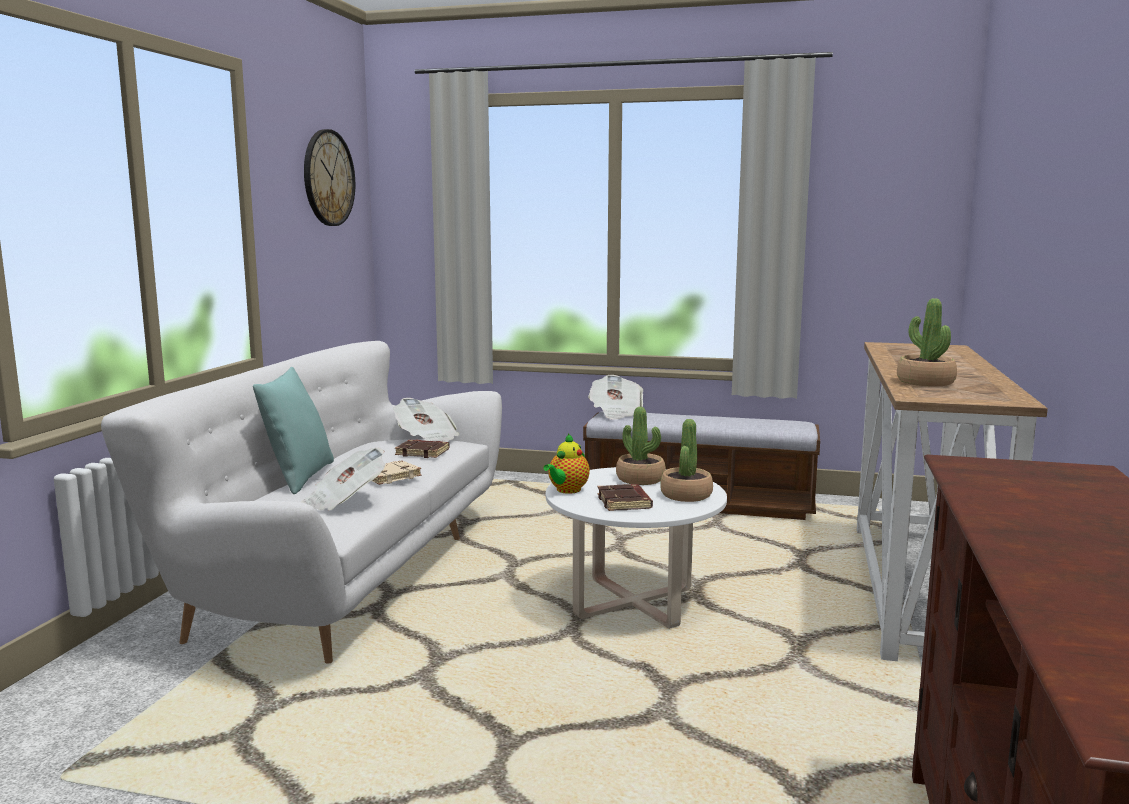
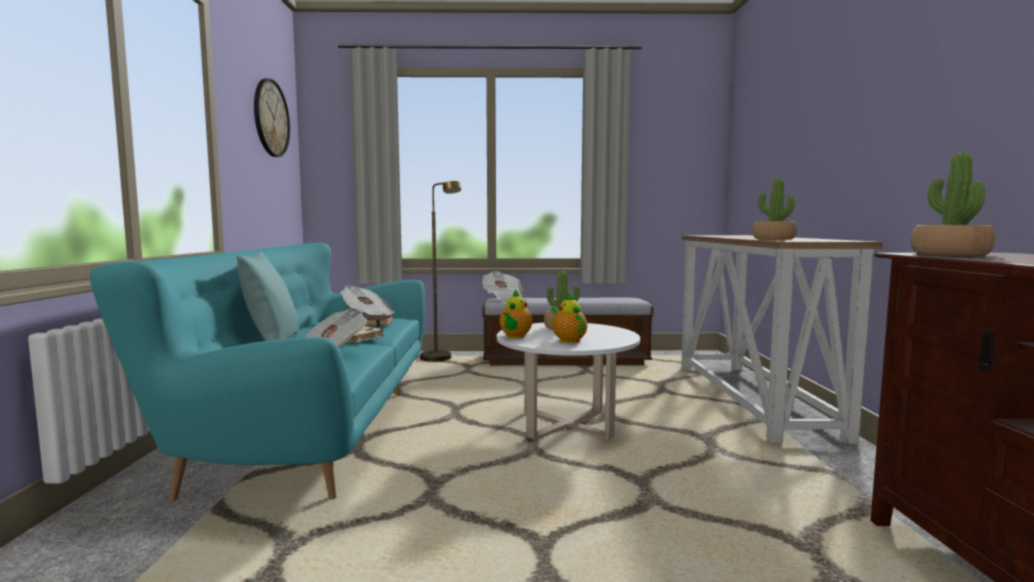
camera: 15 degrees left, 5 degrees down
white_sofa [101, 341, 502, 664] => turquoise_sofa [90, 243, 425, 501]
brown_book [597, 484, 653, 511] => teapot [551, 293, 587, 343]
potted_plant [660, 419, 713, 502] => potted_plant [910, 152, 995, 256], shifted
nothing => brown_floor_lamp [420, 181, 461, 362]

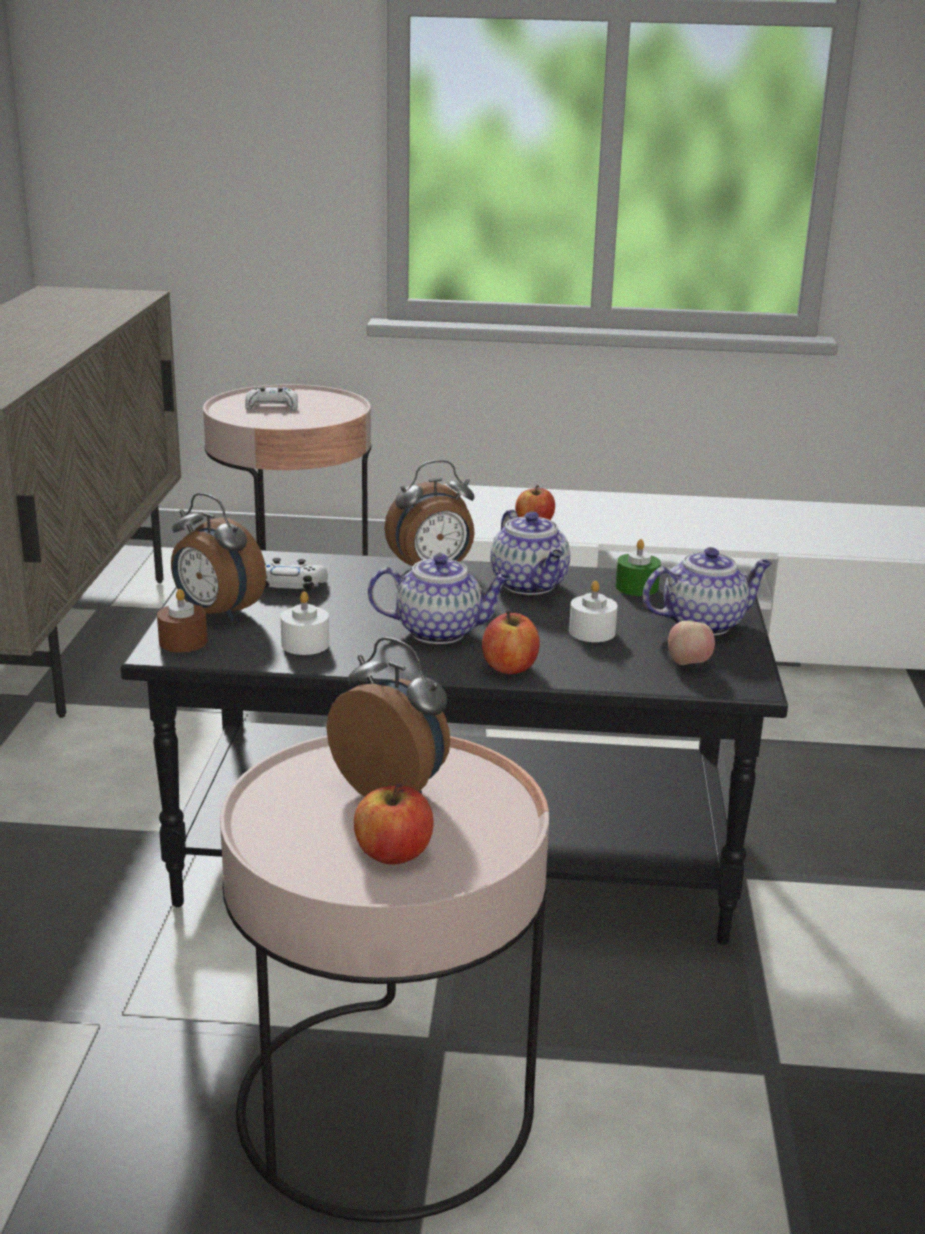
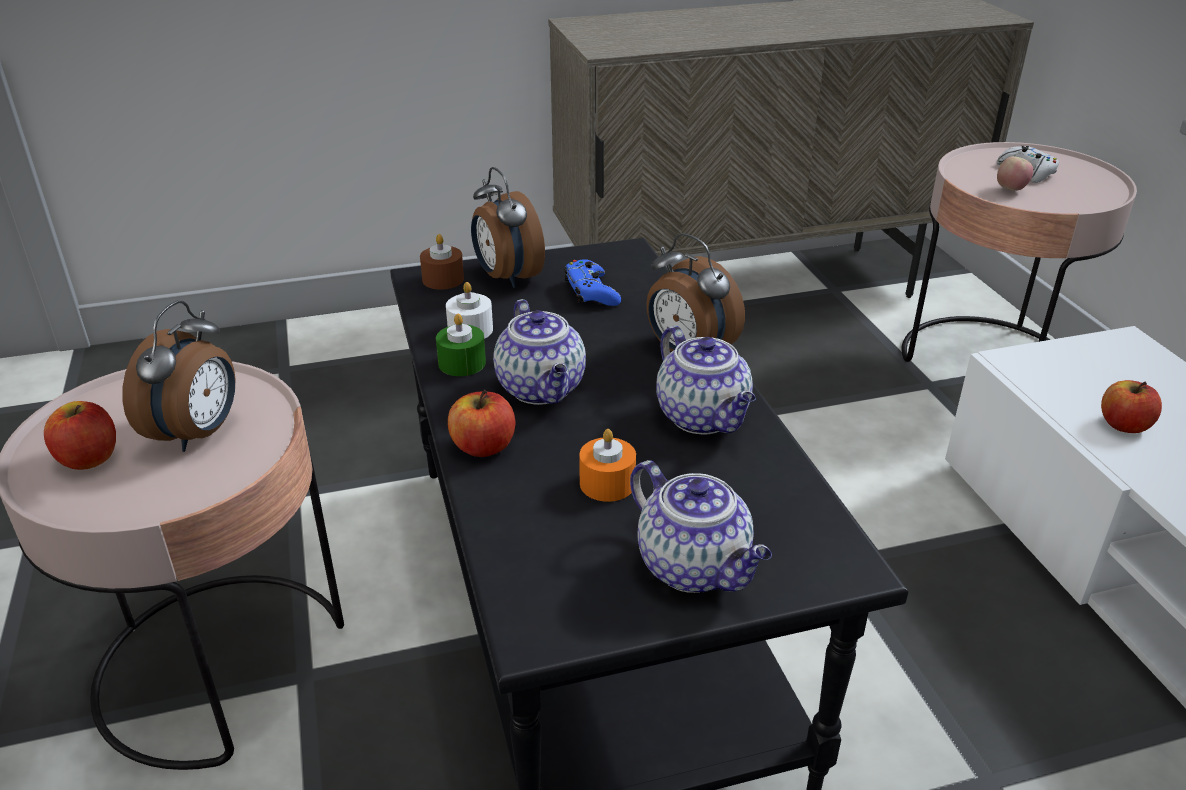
camera: 70 degrees right, 10 degrees up
alarm_clock [171, 493, 266, 621] => alarm_clock [471, 167, 545, 288], 45 degrees counterclockwise
white_game_controller [265, 558, 328, 591] => blue_game_controller [564, 259, 621, 306]
teapot [490, 509, 570, 595] => teapot [656, 325, 756, 434], 75 degrees counterclockwise
white_candle [569, 581, 618, 642] => orange_candle [579, 429, 636, 502]
green_candle [616, 539, 661, 596] => green_candle [436, 314, 486, 376], shifted
apple [668, 621, 715, 665] => apple [997, 156, 1033, 191], shifted

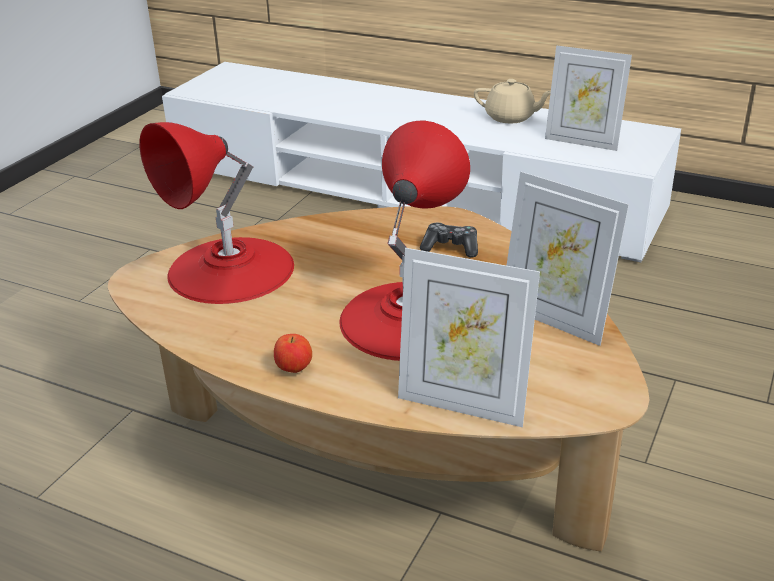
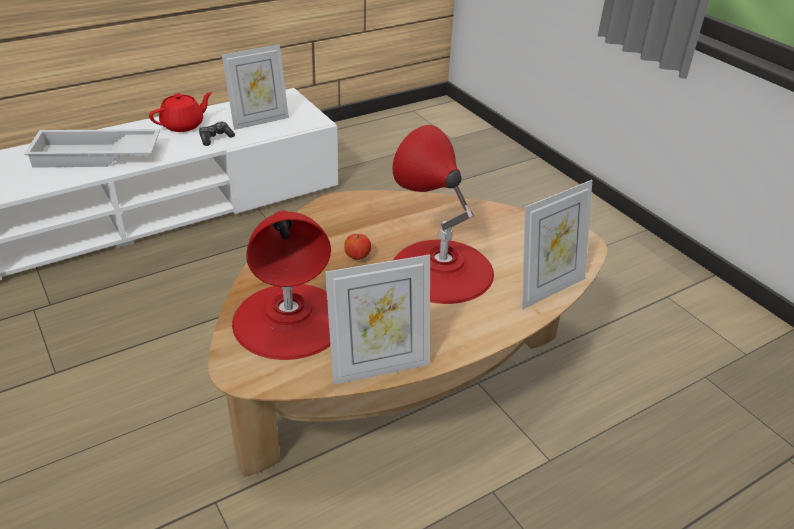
camera: 60 degrees left, 5 degrees up
apple [274, 334, 312, 373] => apple [344, 234, 371, 260], shifted
game_controller [420, 223, 478, 258] => game_controller [199, 122, 235, 146], shifted
beige_teapot [474, 79, 551, 123] => red_teapot [149, 92, 212, 132]
picture_frame [506, 172, 629, 346] => picture_frame [325, 254, 430, 385], shifted
nothing => white_tray [24, 129, 160, 168]

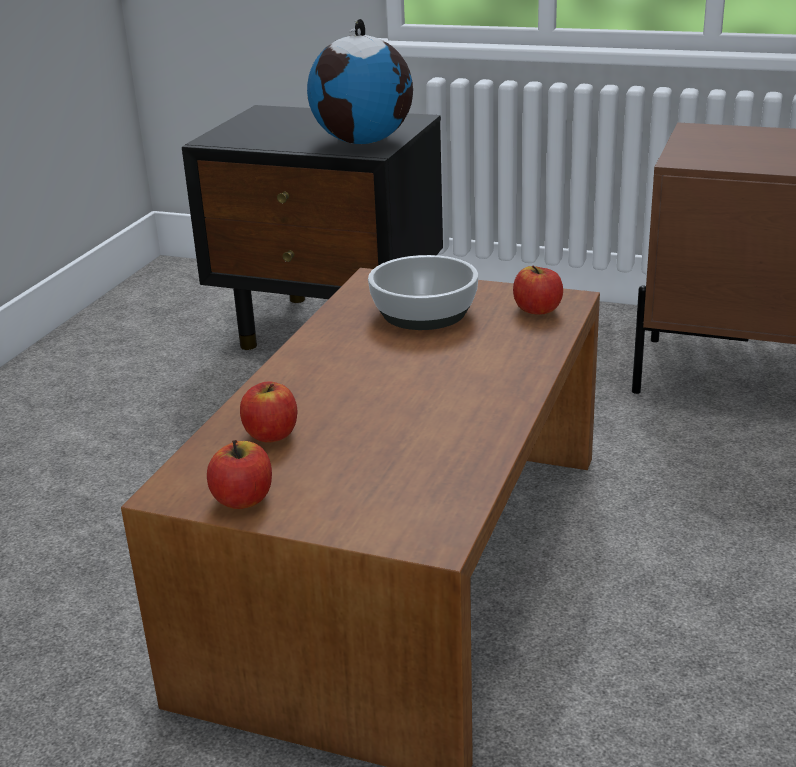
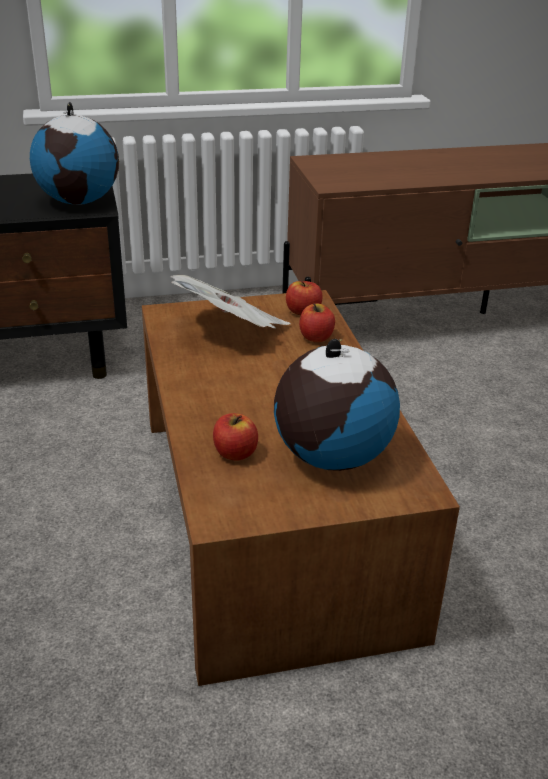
camera: 35 degrees left, 5 degrees up
apple [207, 440, 272, 509] => apple [299, 303, 335, 342], shifted
bowl [368, 255, 479, 330] => newspaper [171, 275, 291, 328]
nothing => globe [274, 339, 400, 471]

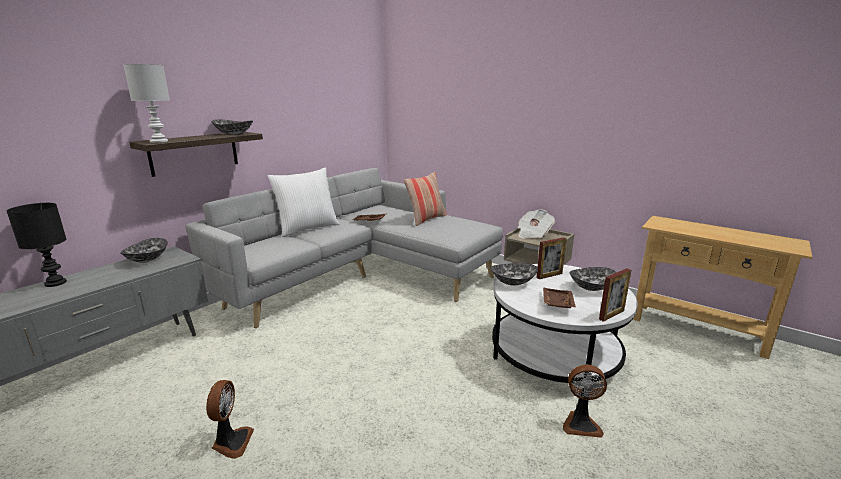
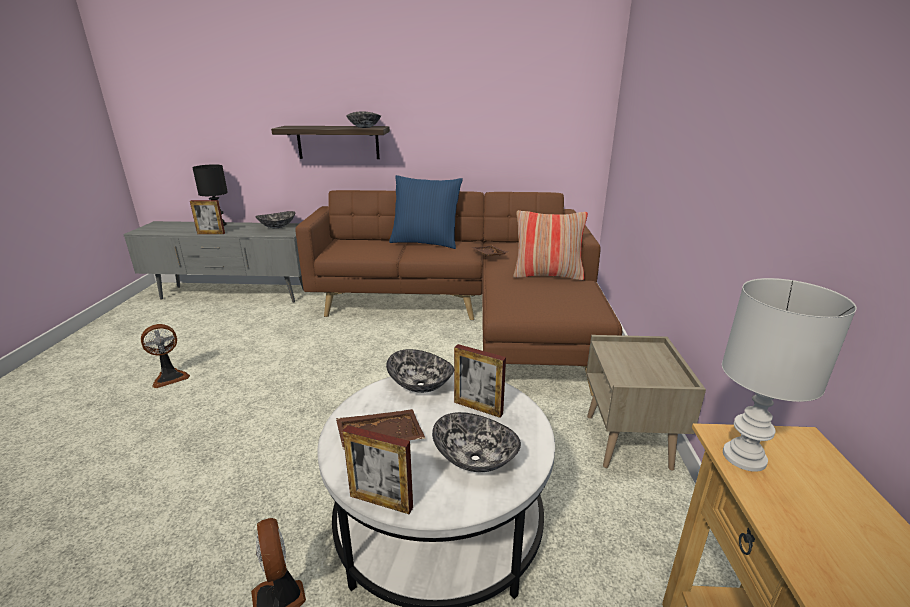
camera: 55 degrees right, 5 degrees up
white_table_lamp [123, 64, 170, 143] => white_table_lamp [722, 278, 857, 472], shifted
grey_sofa [185, 168, 503, 328] => brown_sofa [295, 190, 622, 396]
white_pillow [268, 168, 340, 237] => blue_pillow [389, 175, 463, 249]
newspaper [517, 209, 555, 239] => nothing
nothing => picture_frame [190, 200, 225, 234]

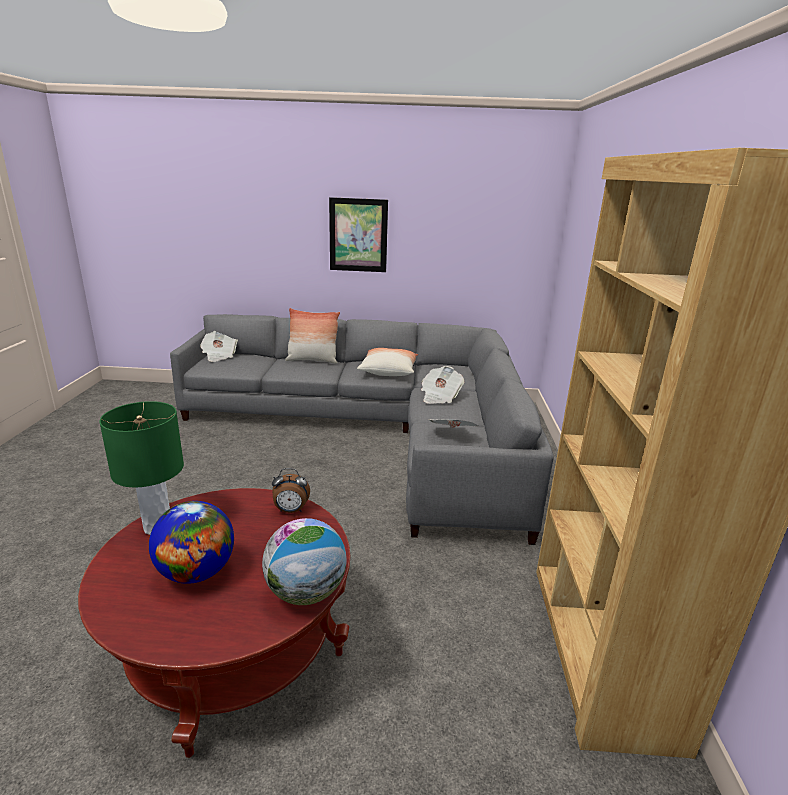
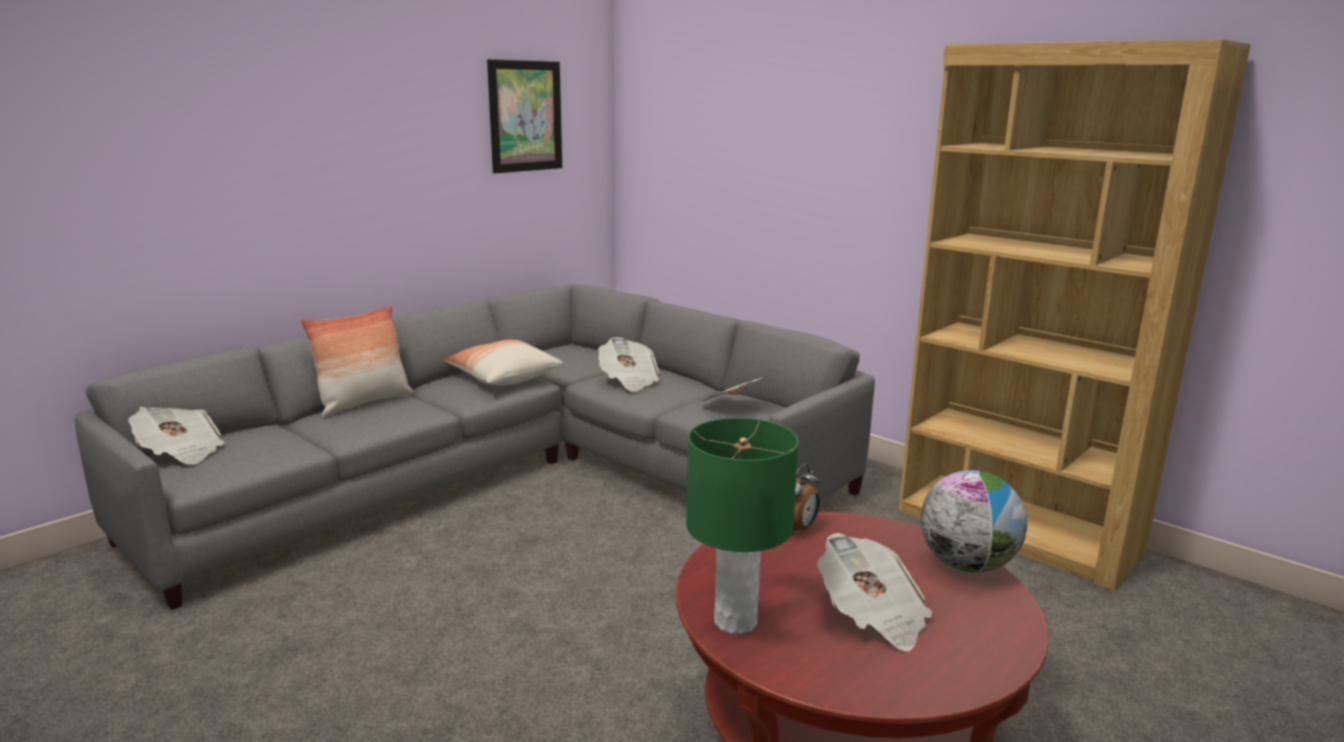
camera: 50 degrees left, 5 degrees down
globe [149, 501, 234, 584] => newspaper [817, 533, 932, 651]
picture [329, 197, 388, 272] => picture [487, 59, 562, 173], shifted

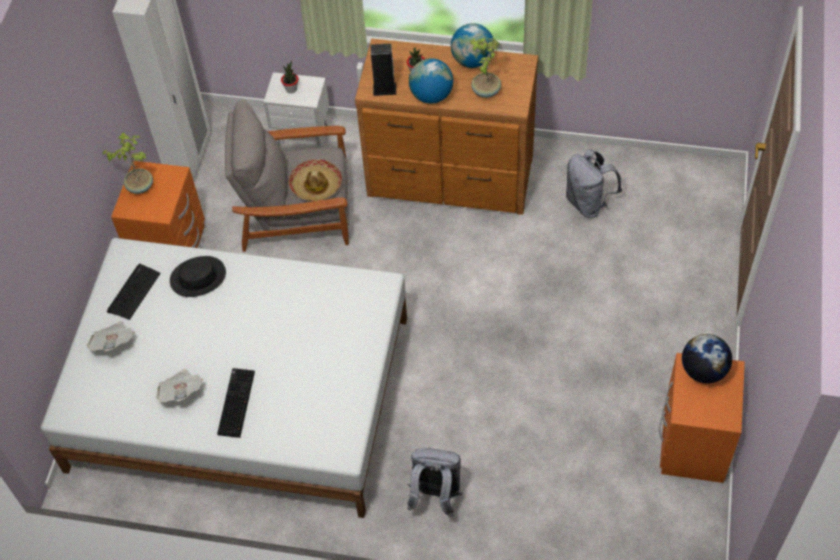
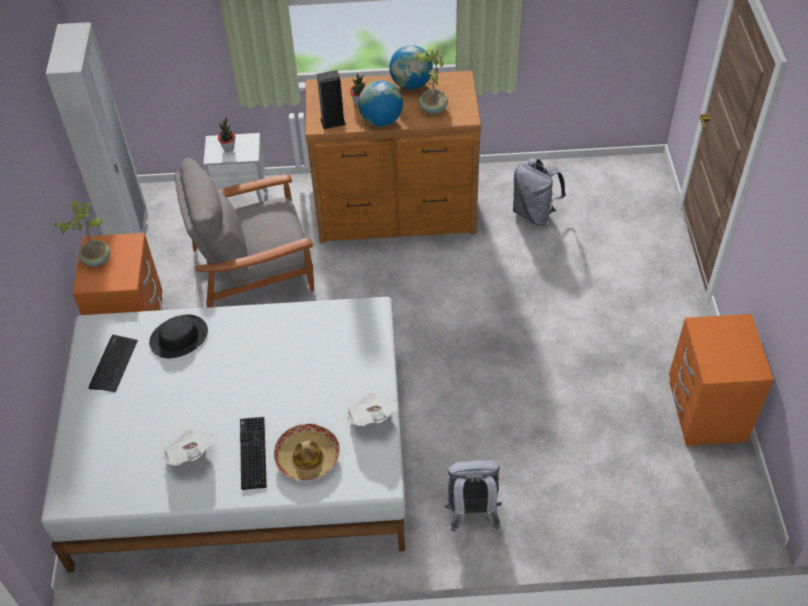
camera: 15 degrees left, 5 degrees down
newspaper [87, 322, 135, 351] => newspaper [347, 393, 398, 426], shifted
hat [289, 159, 342, 201] => hat [274, 424, 340, 480], shifted
globe [682, 334, 732, 383] => nothing

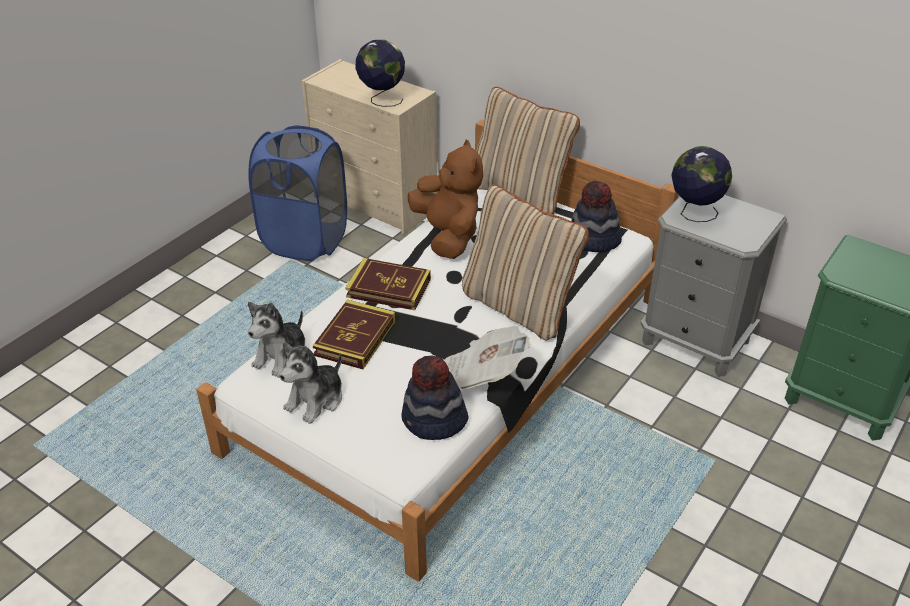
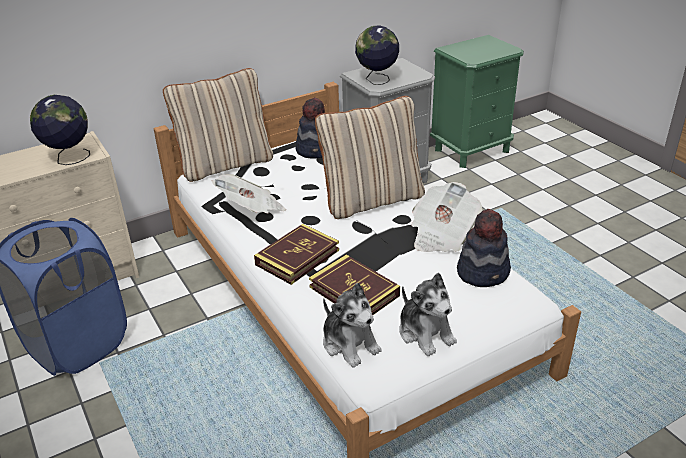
camera: 65 degrees left, 5 degrees down
brown_plush_toy [408, 139, 483, 259] => newspaper [211, 174, 287, 213]

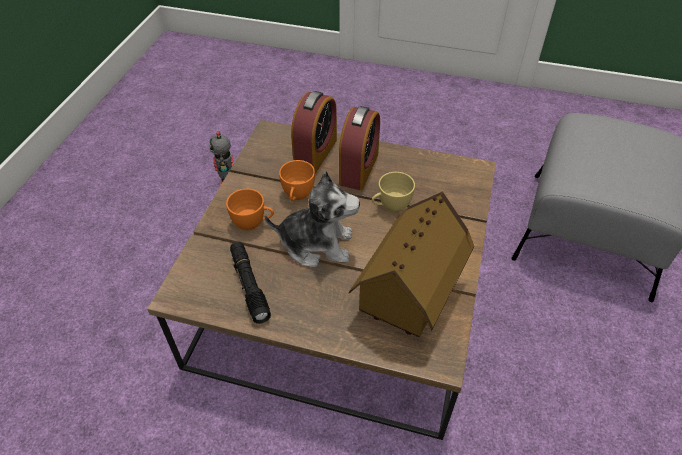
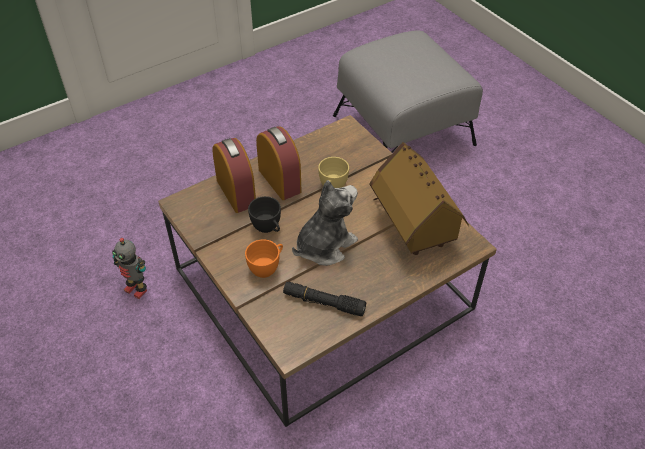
camera: 50 degrees left, 0 degrees up
orange_cup [279, 160, 315, 201] => black_cup [248, 196, 281, 233]

